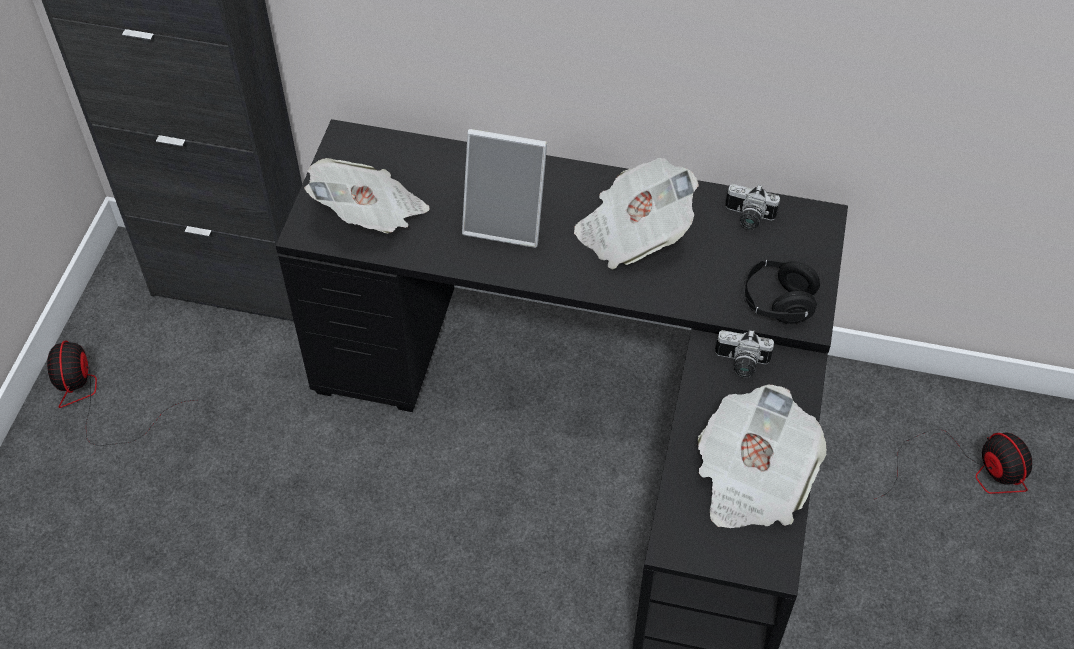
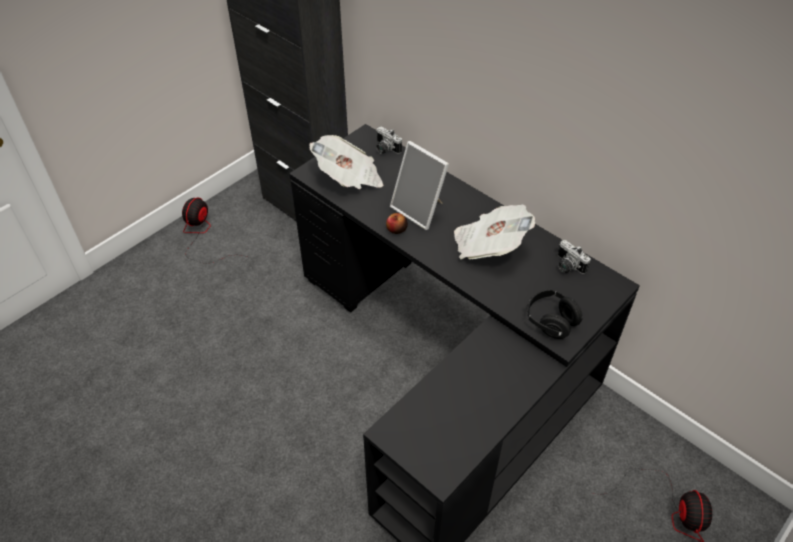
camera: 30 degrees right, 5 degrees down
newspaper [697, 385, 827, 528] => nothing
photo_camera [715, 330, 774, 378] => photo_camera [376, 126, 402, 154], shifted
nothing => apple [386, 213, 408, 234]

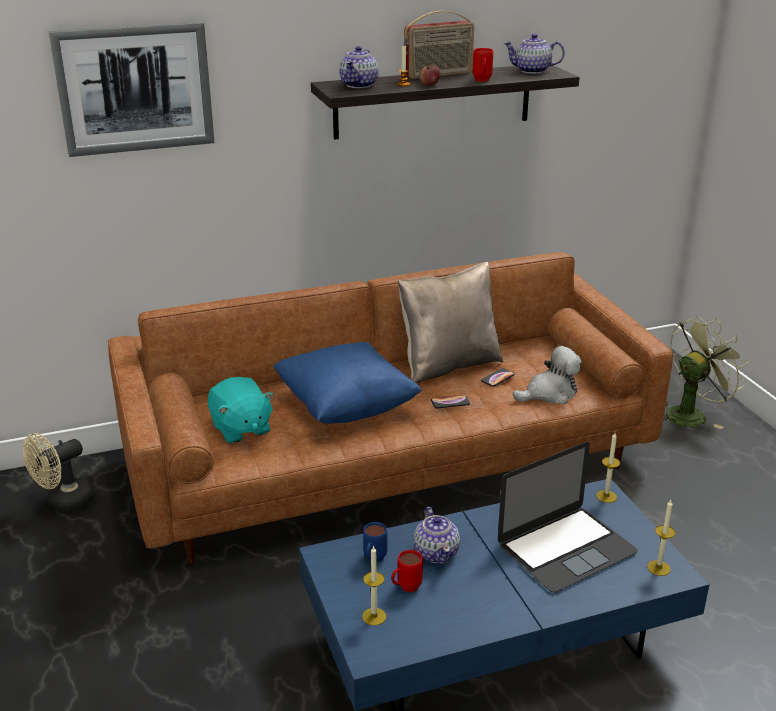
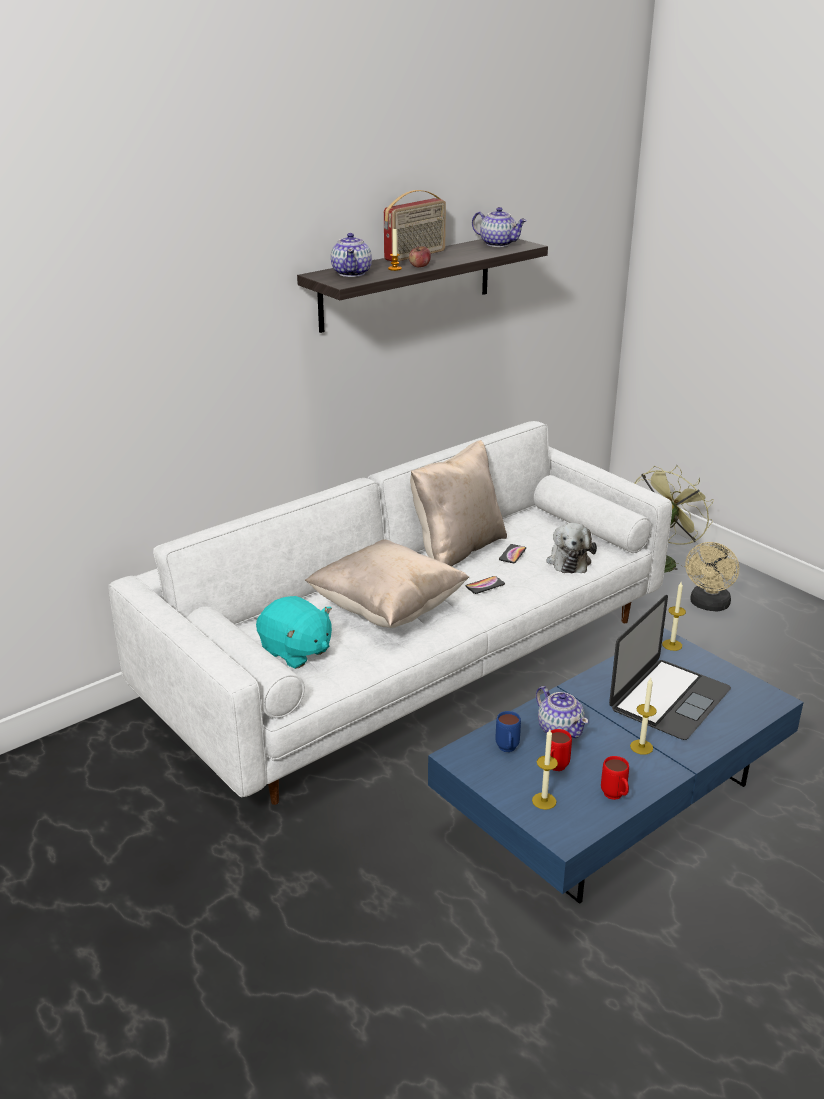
camera: 20 degrees left, 0 degrees up
beige_fan [23, 433, 94, 511] => beige_fan [685, 542, 739, 611], shifted
picture [49, 22, 215, 157] => nothing
brown_sofa [108, 252, 673, 563] => white_sofa [108, 421, 672, 805]
blue_pillow [273, 342, 422, 424] => beige_pillow [305, 540, 469, 628]
red_mug [473, 48, 493, 82] => red_mug [601, 756, 629, 800], shifted
teapot [504, 34, 565, 74] => teapot [472, 207, 527, 247], 135 degrees counterclockwise
plush_toy [513, 346, 582, 404] => plush_toy [546, 523, 597, 573], 135 degrees clockwise
candle [647, 500, 675, 576] => candle [630, 678, 657, 755], shifted

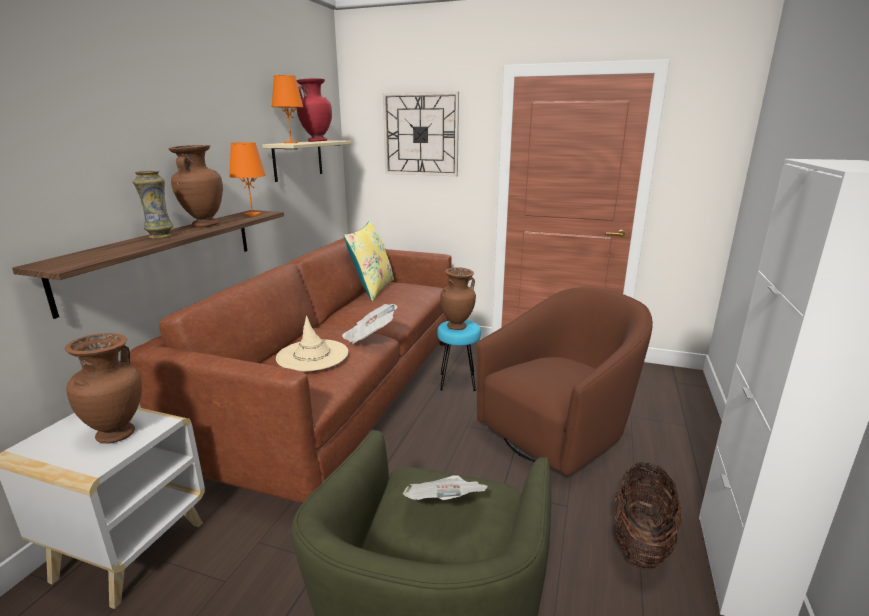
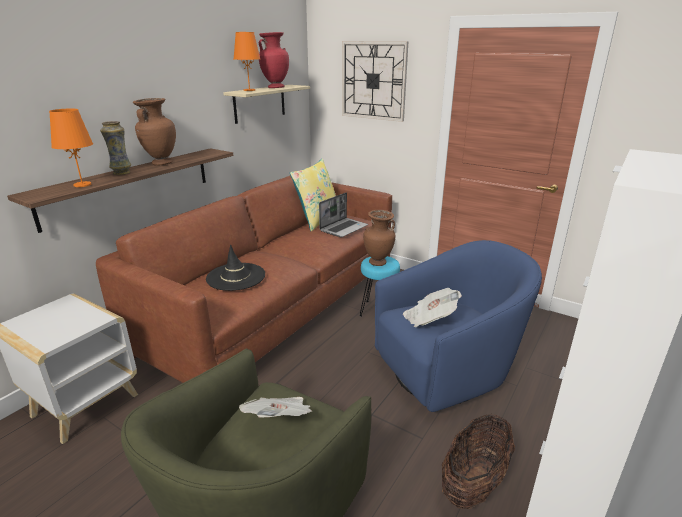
camera: 15 degrees right, 5 degrees up
brown_vase [65, 333, 142, 444] => nothing
orange_table_lamp [229, 142, 266, 216] => orange_table_lamp [49, 109, 93, 187], shifted
beige_hat [276, 316, 348, 371] => black_hat [206, 245, 265, 291]
newspaper [342, 304, 398, 344] => newspaper [403, 288, 462, 327], shifted
brown_armchair [476, 287, 653, 475] => blue_armchair [375, 240, 542, 412]
nothing => laptop [319, 193, 368, 237]

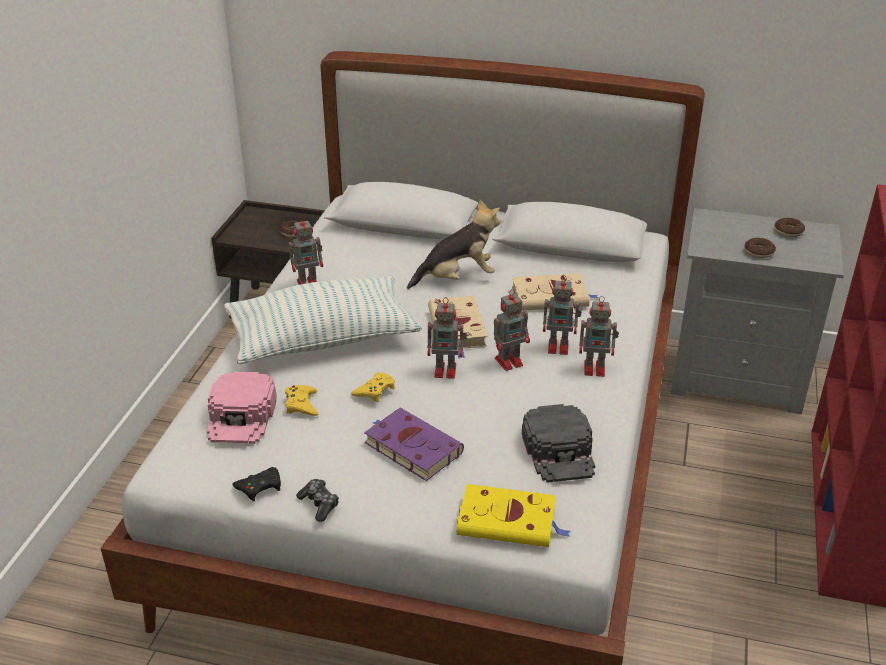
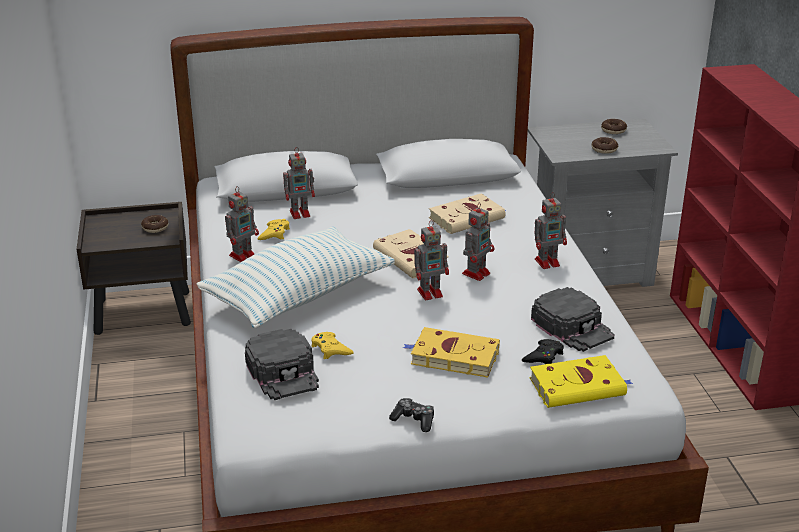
camera: 25 degrees left, 5 degrees down
pink_cap [207, 371, 277, 444] => black_cap [245, 329, 319, 400]
black_game_controller [232, 467, 281, 501] => black_game_controller [522, 339, 564, 364], shifted
yellow_game_controller [351, 373, 395, 402] => yellow_game_controller [258, 219, 290, 240], shifted
purple_book [364, 407, 464, 481] => yellow_book [403, 327, 500, 378]
plush_toy [407, 199, 500, 289] => nothing
toy_robot [543, 275, 582, 355] => toy_robot [283, 147, 315, 219], shifted

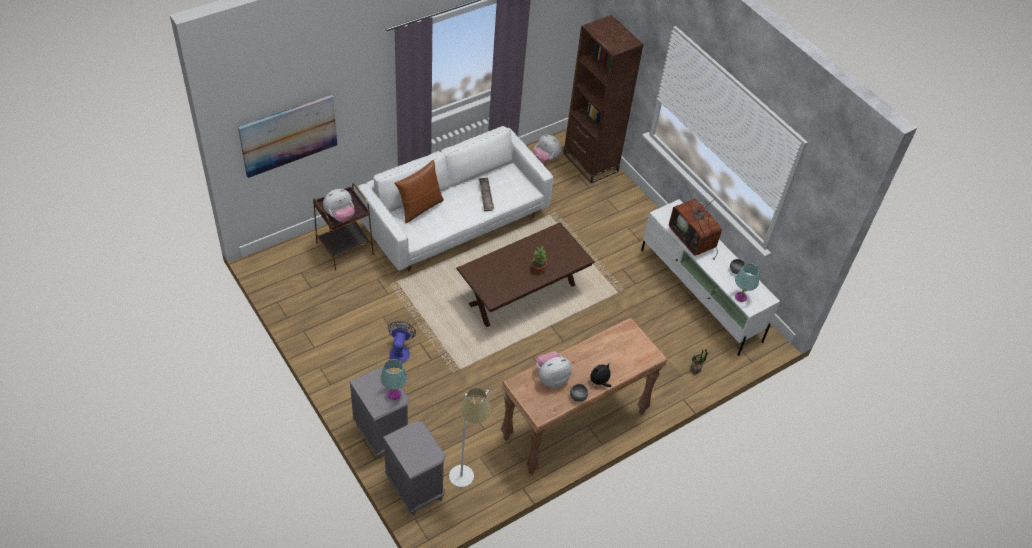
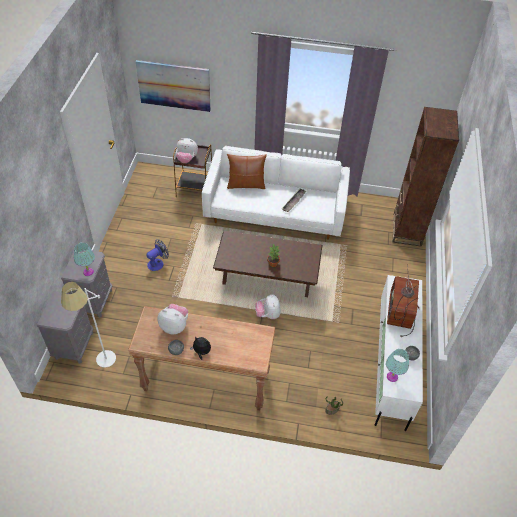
camera: 45 degrees right, 0 degrees up
plush_toy [533, 134, 561, 163] => plush_toy [255, 294, 281, 319], shifted

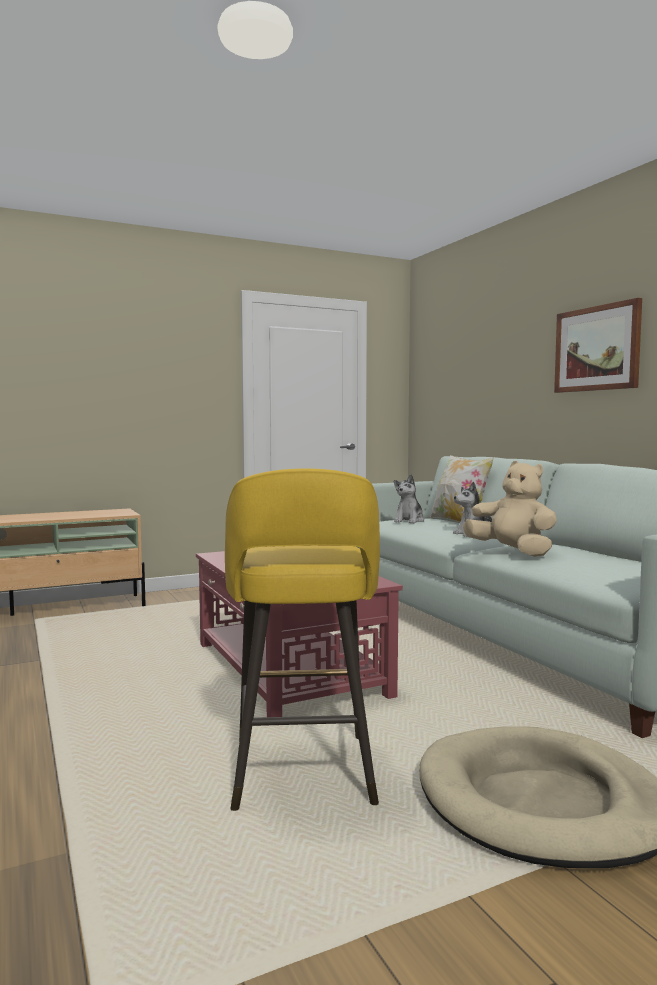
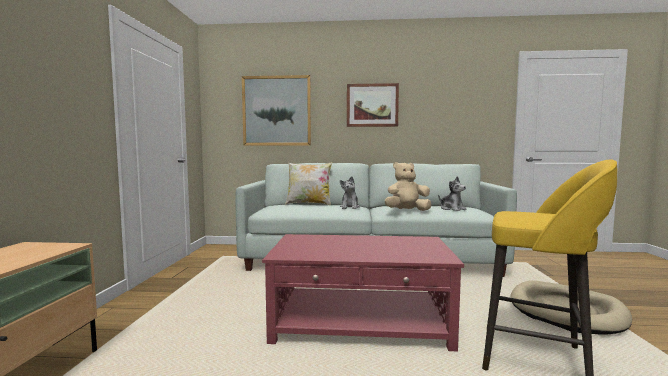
camera: 60 degrees left, 0 degrees up
plush_toy [394, 474, 424, 523] => plush_toy [438, 176, 467, 211], shifted
nothing => picture [242, 75, 311, 146]

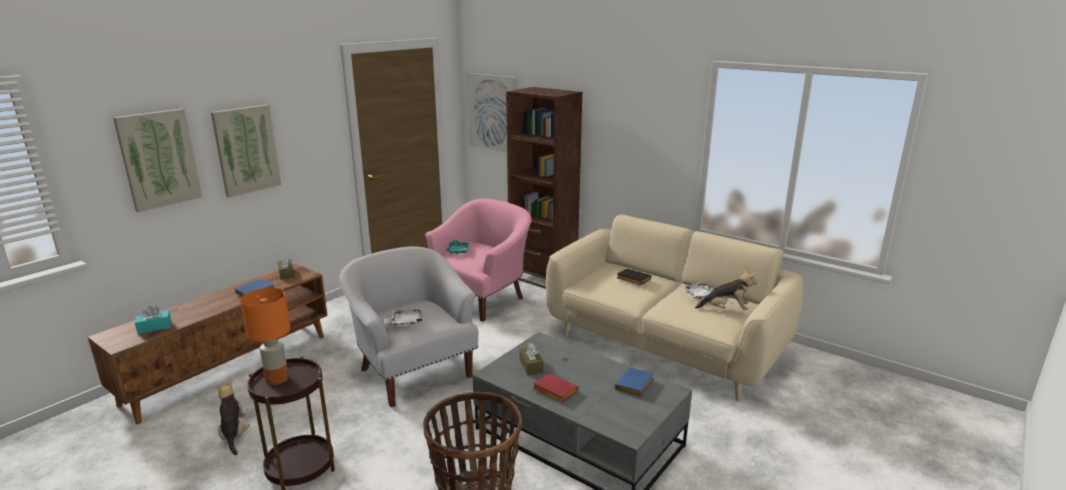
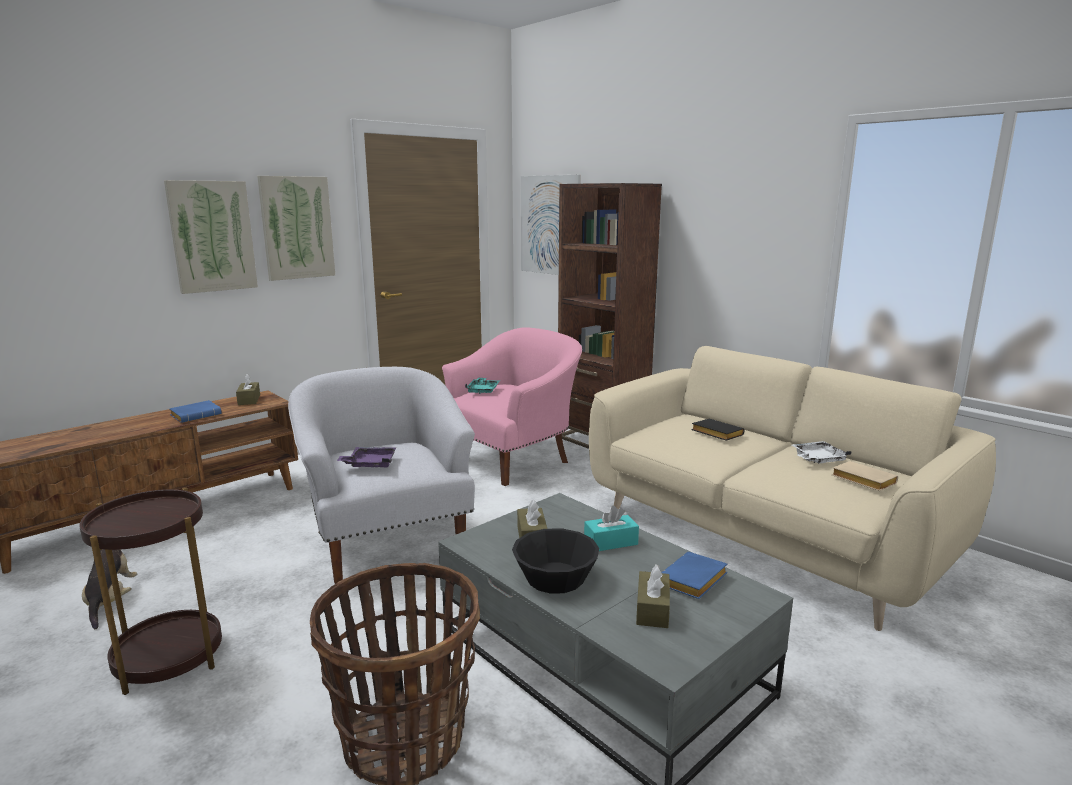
camera: 10 degrees right, 5 degrees down
picture [113, 109, 202, 212] => picture [257, 176, 335, 281], shifted
turquoise_tissue_box [135, 306, 171, 334] => turquoise_tissue_box [584, 506, 639, 551], shifted
orange_table_lamp [240, 287, 291, 385] => nothing
white_tray [384, 309, 422, 326] => purple_tray [337, 447, 396, 467]
red_book [533, 373, 579, 403] => black_bowl [512, 528, 599, 594]
plush_toy [695, 267, 757, 310] => beige_book [832, 461, 898, 491]
nothing => brown_tissue_box [636, 564, 670, 628]

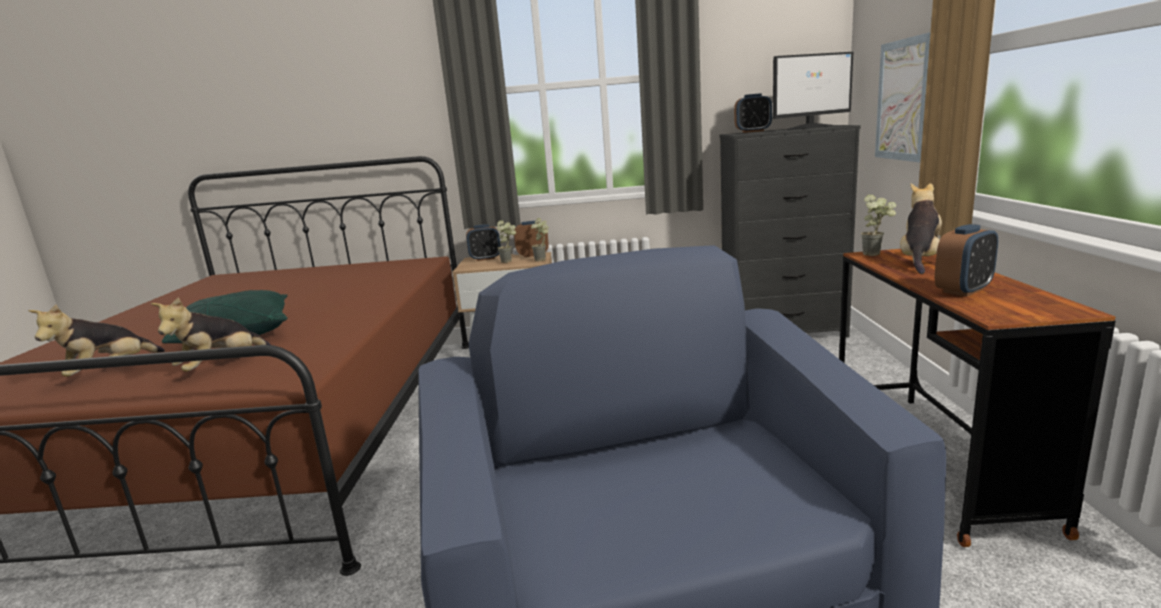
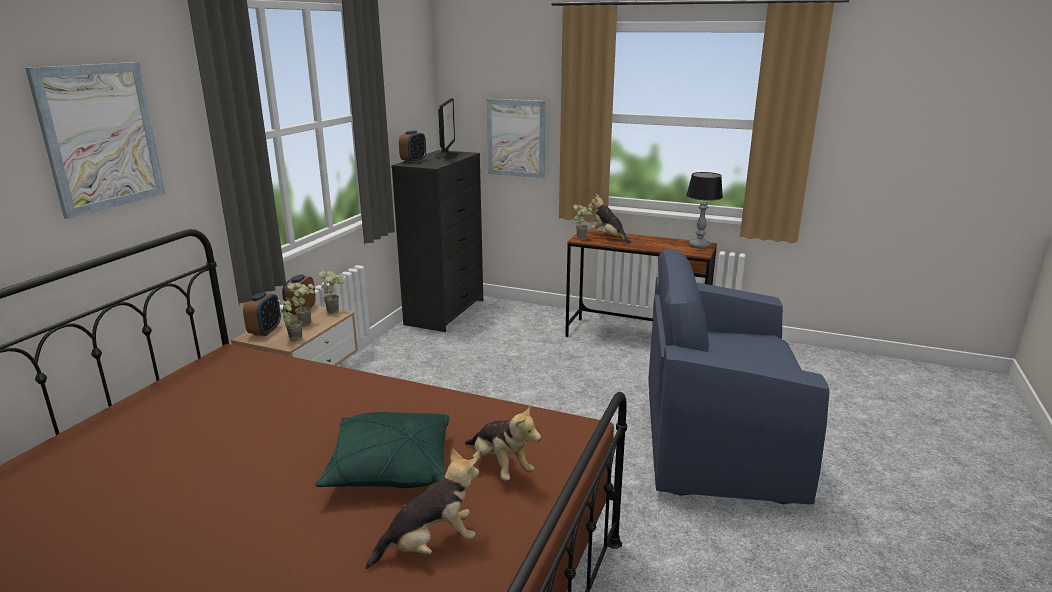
camera: 70 degrees left, 5 degrees up
plush_toy [28, 305, 165, 377] => plush_toy [366, 448, 479, 569], 75 degrees counterclockwise
alarm_clock [935, 224, 998, 297] => nothing
nothing => picture [25, 62, 165, 219]
nothing => potted_plant [277, 297, 302, 342]
nothing => table_lamp [686, 172, 723, 249]

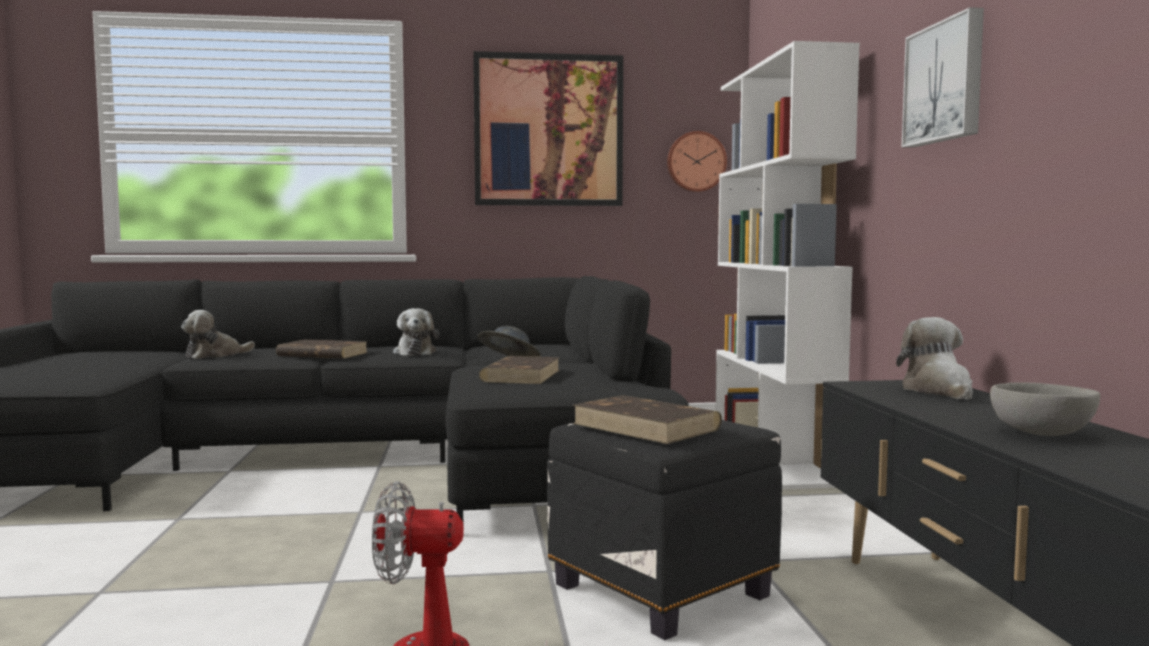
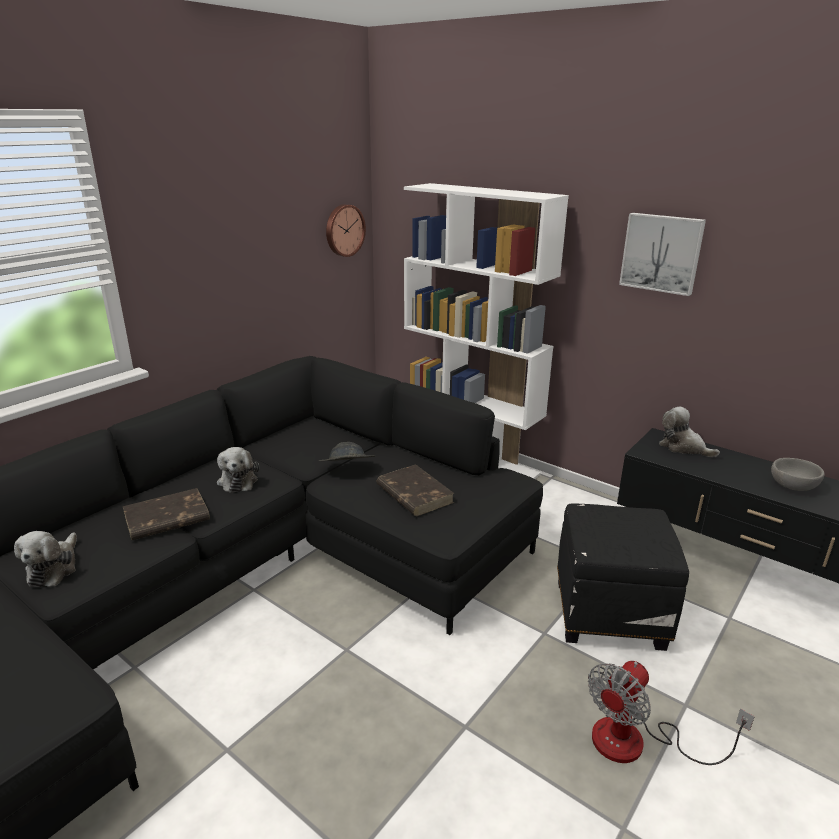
camera: 45 degrees left, 20 degrees up
plush_toy [393, 308, 439, 356] => plush_toy [217, 447, 259, 493], 45 degrees clockwise
picture [473, 51, 623, 206] => nothing
brown_book [572, 395, 722, 444] => nothing

